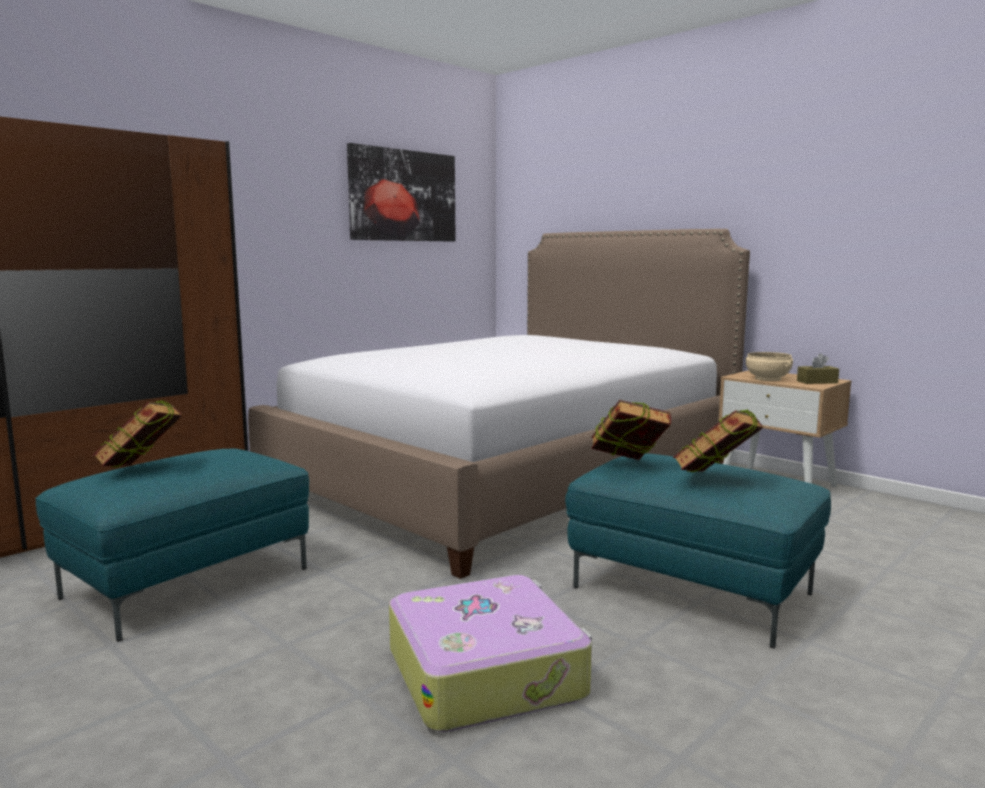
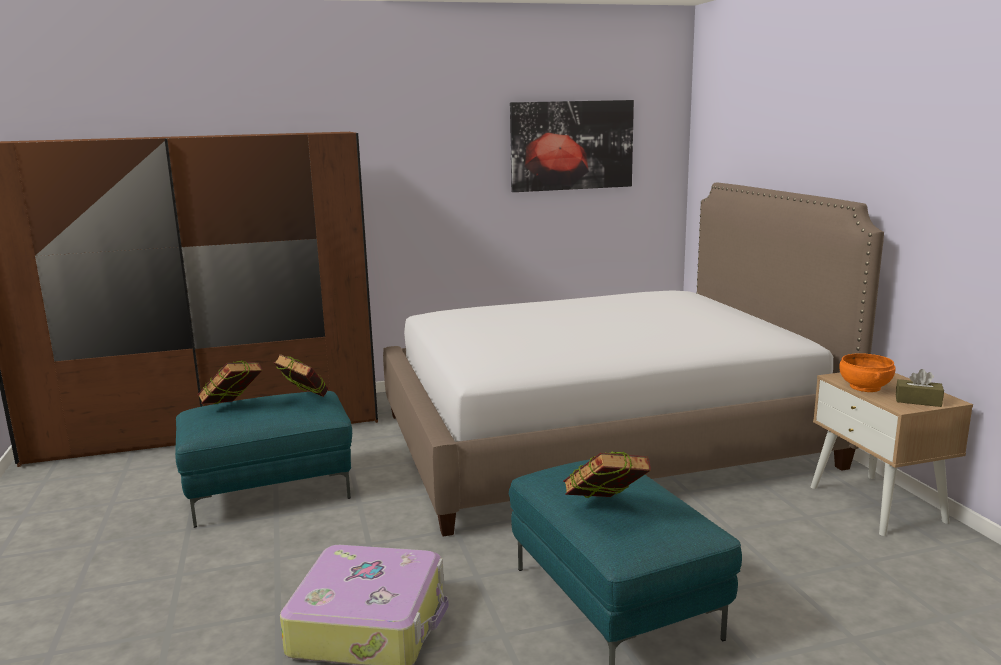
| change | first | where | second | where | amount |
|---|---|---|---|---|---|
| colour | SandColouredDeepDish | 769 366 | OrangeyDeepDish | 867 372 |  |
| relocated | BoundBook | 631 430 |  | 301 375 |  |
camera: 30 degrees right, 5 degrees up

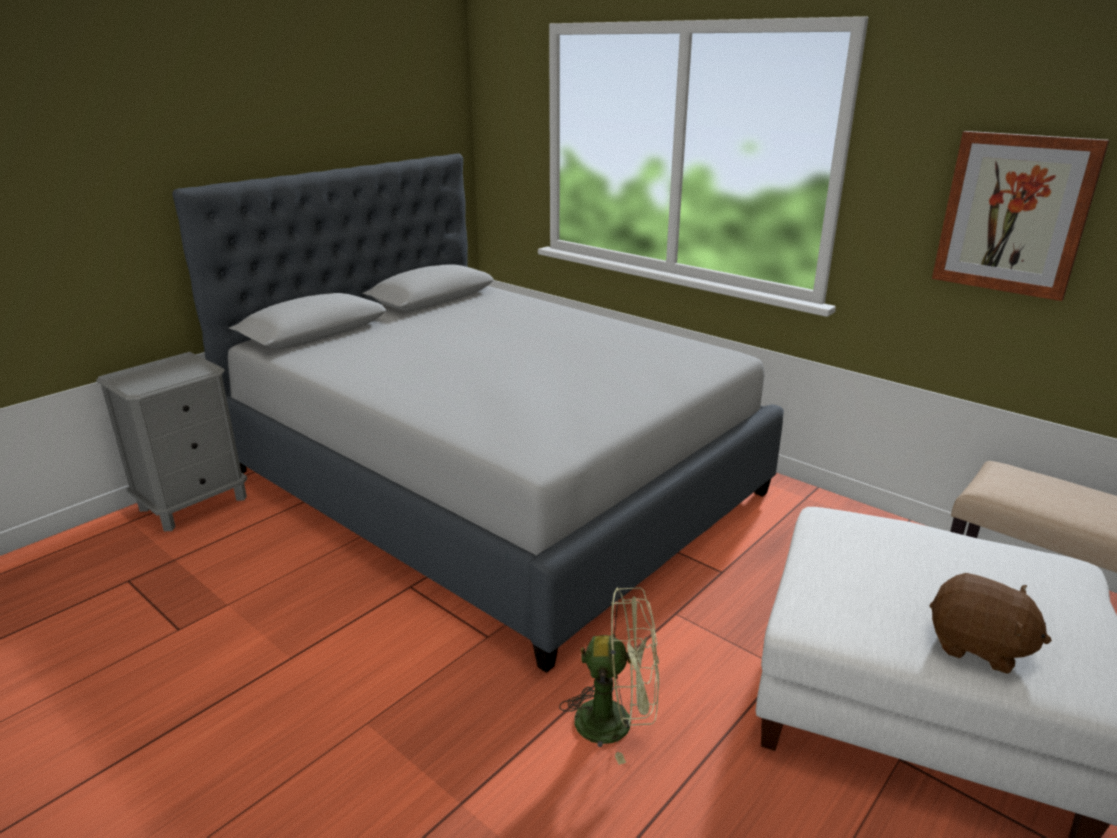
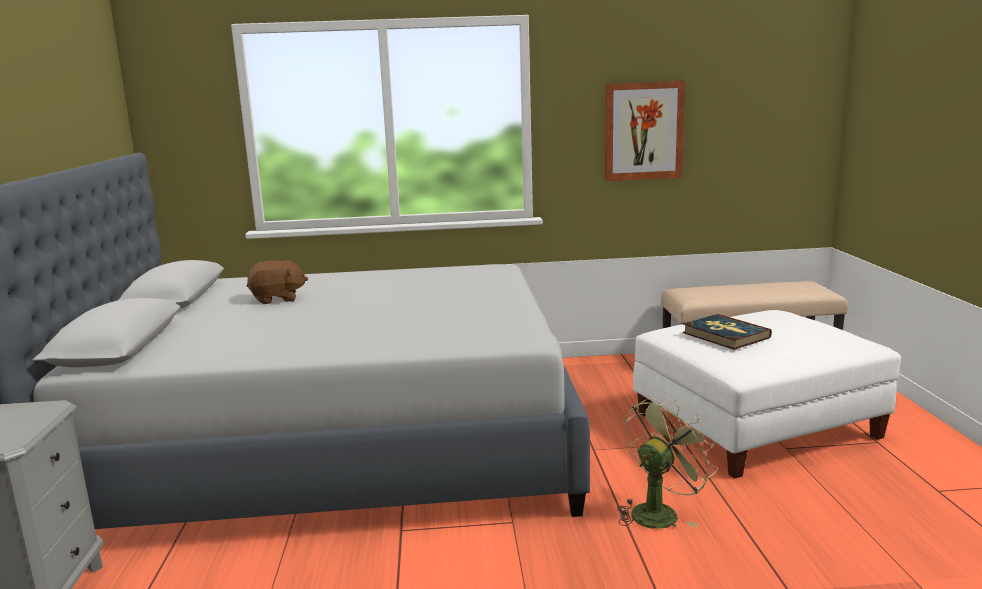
| change | first | where | second | where | amount |
|---|---|---|---|---|---|
| relocated | BrownColouredSoftToy | 991 623 |  | 277 282 |  |
| appeared |  |  | BoundBook | 727 332 |  |
camera: 45 degrees left, 10 degrees down

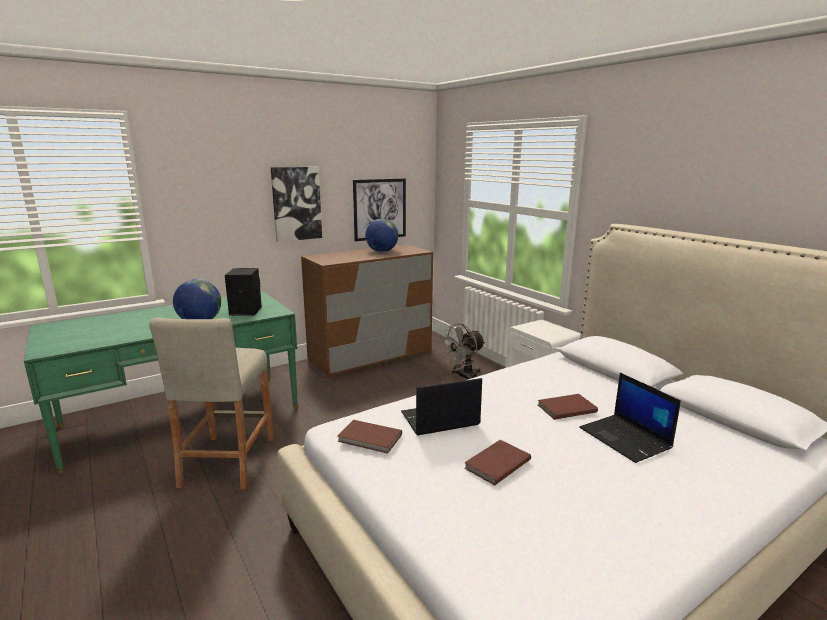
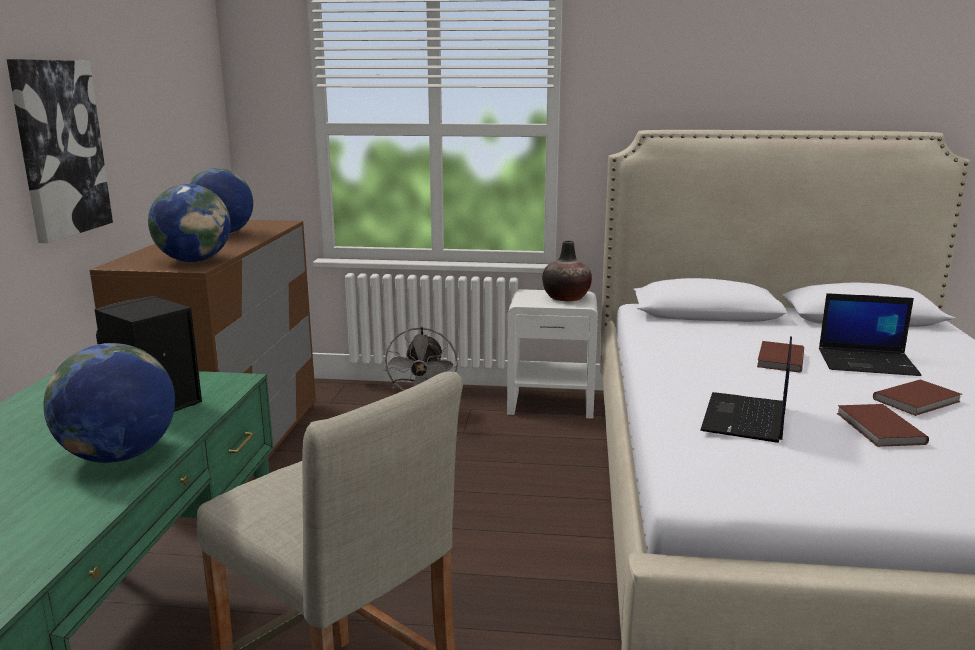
| change | first | where | second | where | amount |
|---|---|---|---|---|---|
| missing | WallPicture | 379 209 |  |  |  |
| relocated | BrownColouredBoundBook | 369 437 |  | 917 397 |  |
| appeared |  |  | WorldGlobe | 189 223 |  |
| appeared |  |  | Vase | 567 271 |  |
camera: 50 degrees left, 0 degrees up

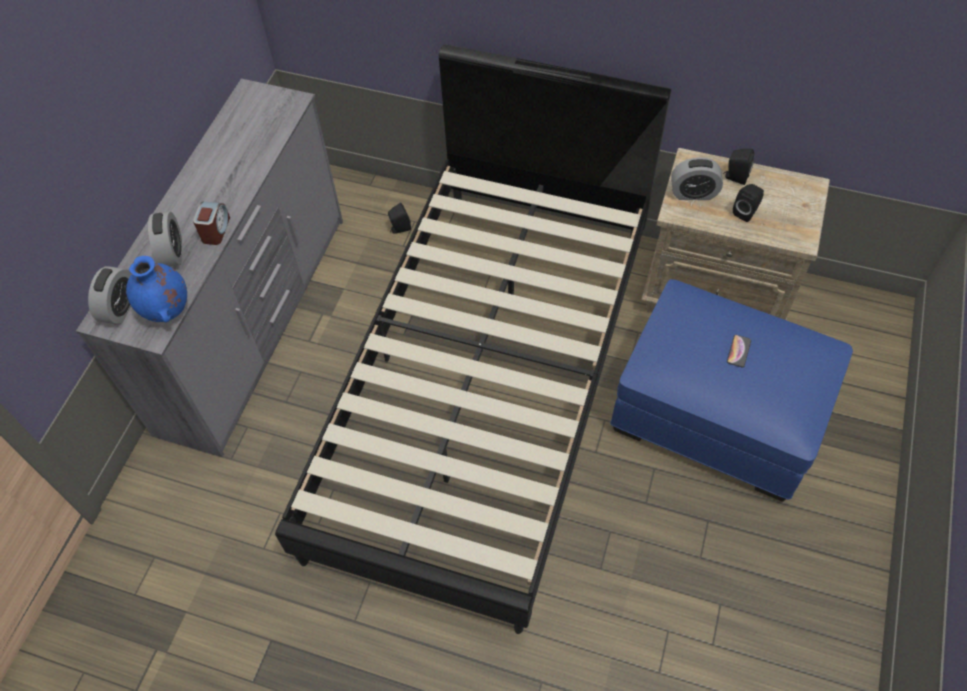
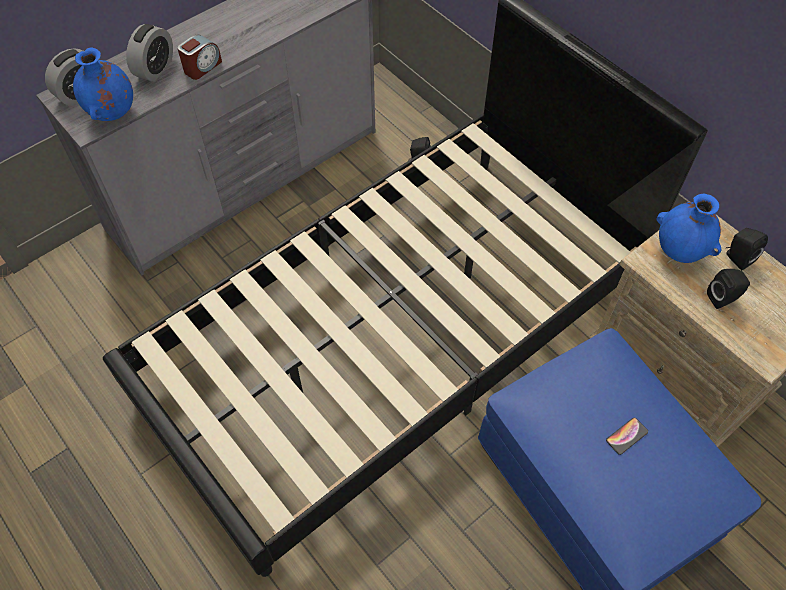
| change | first | where | second | where | amount |
|---|---|---|---|---|---|
| exchanged | TableClock | 697 178 | BlueVase | 689 228 |  |
camera: 30 degrees right, 0 degrees up

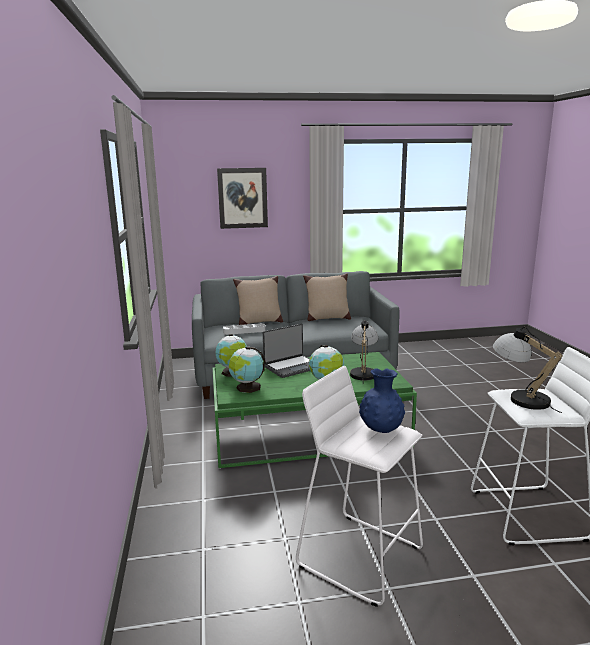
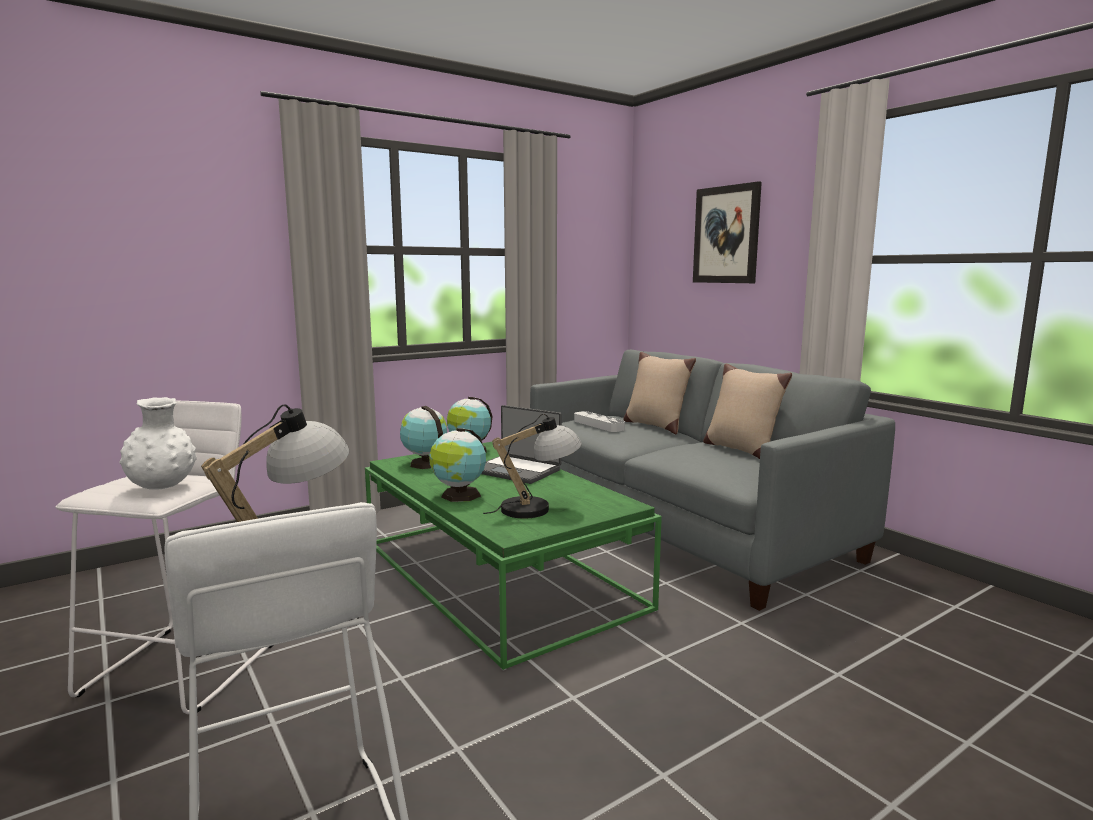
| change | first | where | second | where | amount |
|---|---|---|---|---|---|
| colour | BlueVase | 382 400 | WhiteVase | 158 443 |  |
camera: 65 degrees right, 5 degrees down

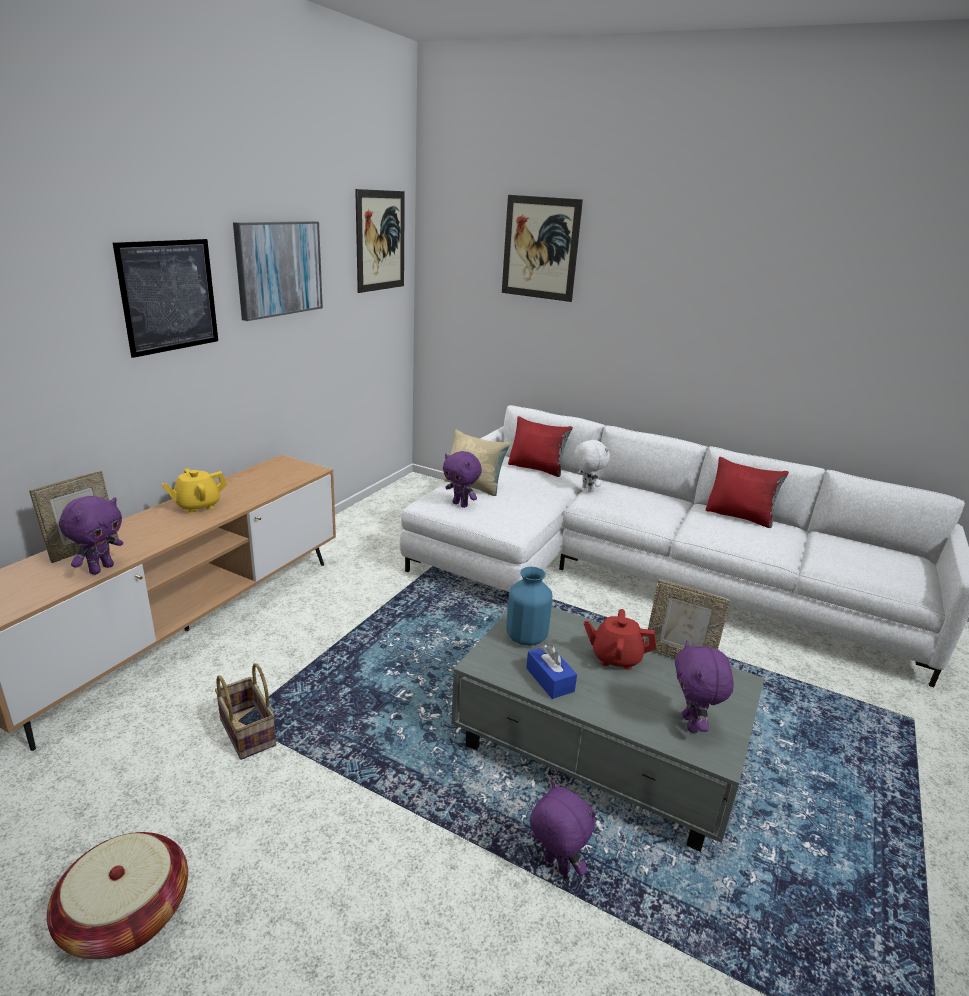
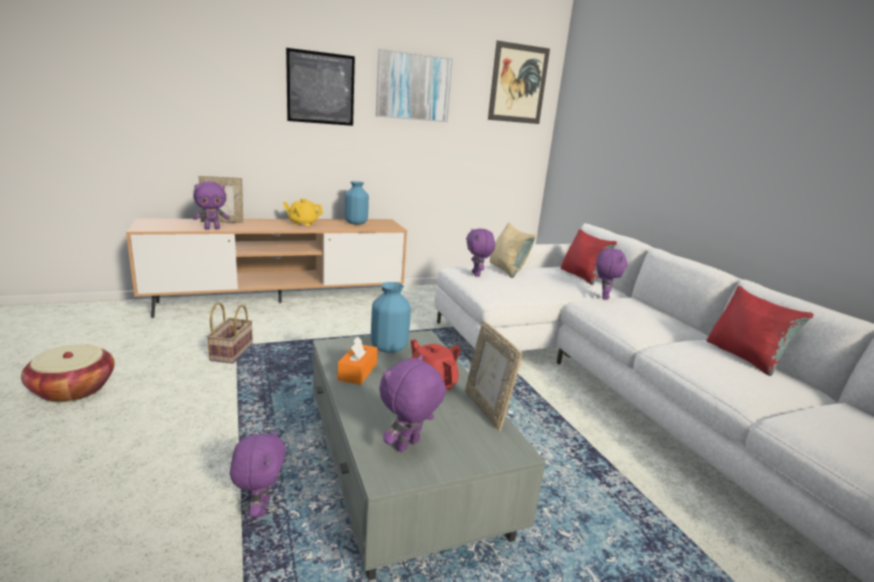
| change | first | where | second | where | amount |
|---|---|---|---|---|---|
| missing | WallPicture | 542 248 |  |  |  |
| colour | WhiteSoftToy | 592 465 | PurpleSoftToy | 612 274 |  |
| colour | BlueTissueBox | 551 672 | OrangeyTissueBox | 357 360 |  |
| appeared |  |  | BlueVase | 357 203 |  |
camera: 40 degrees right, 5 degrees down

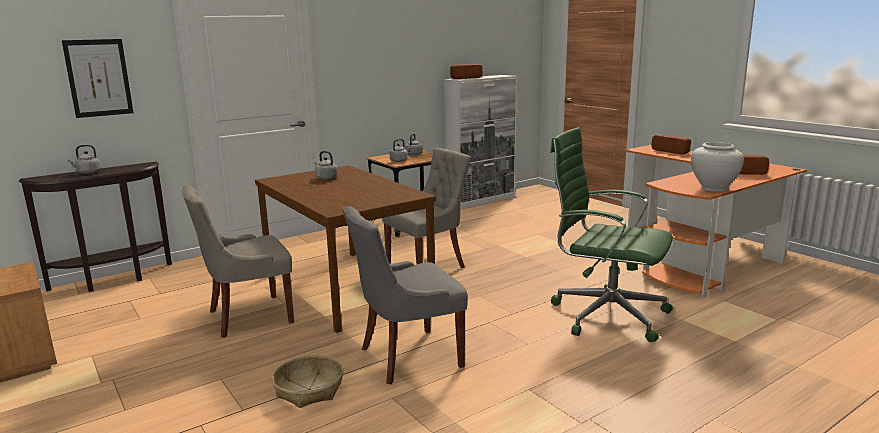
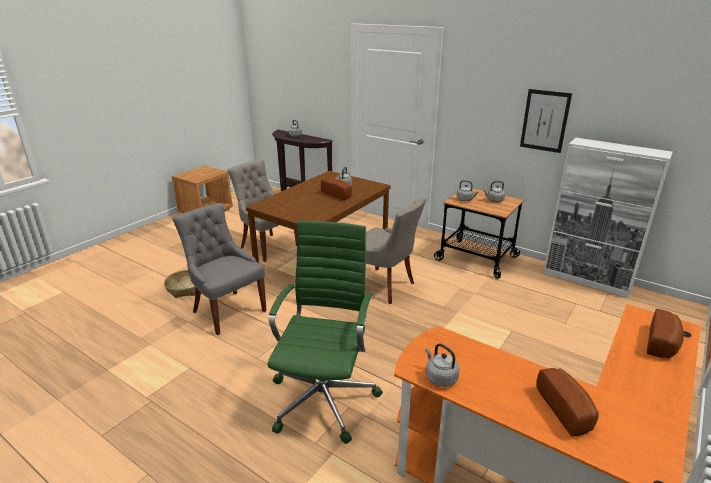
| change | first | where | second | where | amount |
|---|---|---|---|---|---|
| relocated | WallPicture | 98 78 |  | 546 121 |  |
| relocated | Bread | 466 71 |  | 336 189 |  |
| exchanged | WhiteVase | 717 167 | GrayWaterKettle | 442 365 |  |
camera: 70 degrees right, 10 degrees up

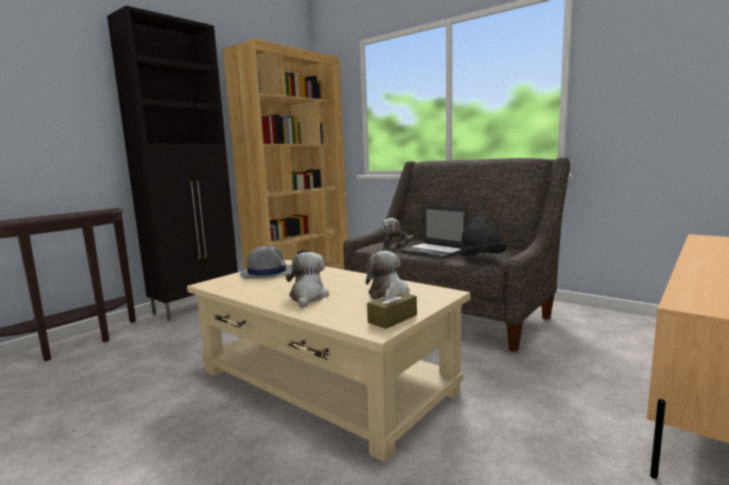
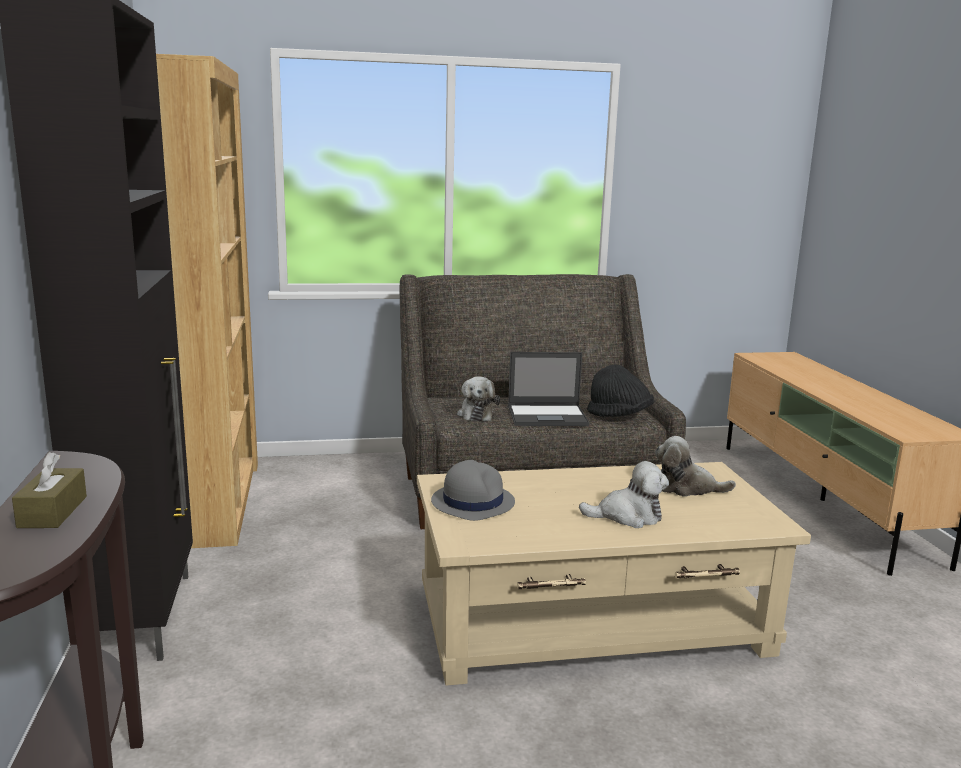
| change | first | where | second | where | amount |
|---|---|---|---|---|---|
| spun | SoftToy | 307 280 |  | 624 494 | 135 degrees clockwise |
| relocated | BrownColouredTissueBox | 392 304 |  | 49 490 |  |
camera: 50 degrees left, 5 degrees up

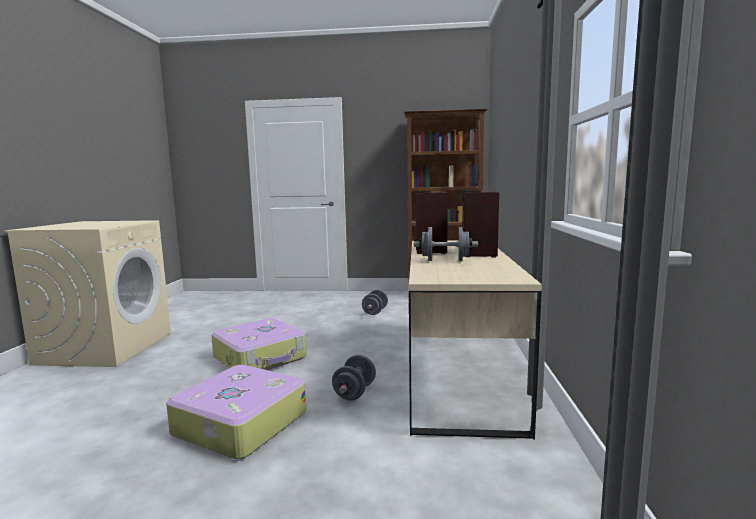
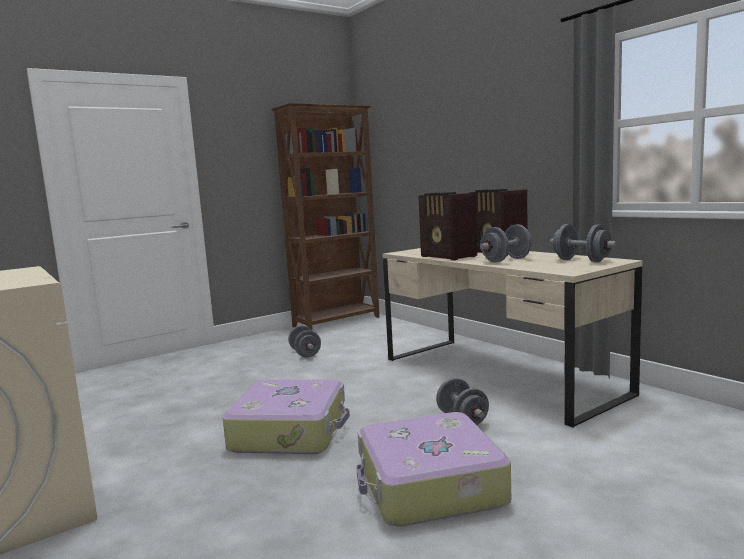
| change | first | where | second | where | amount |
|---|---|---|---|---|---|
| appeared |  |  | GrayDumbbell | 583 243 |  |
camera: 40 degrees left, 0 degrees up

